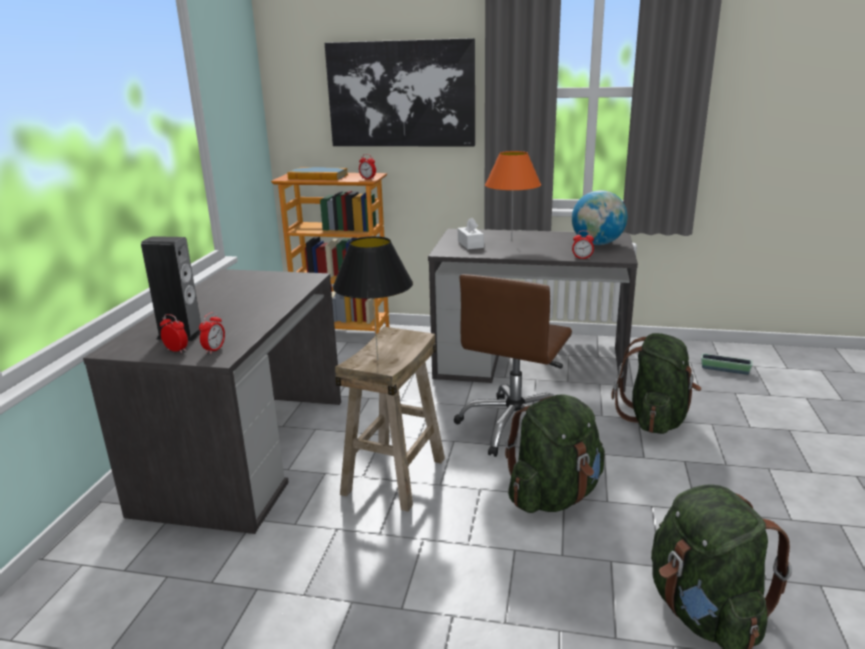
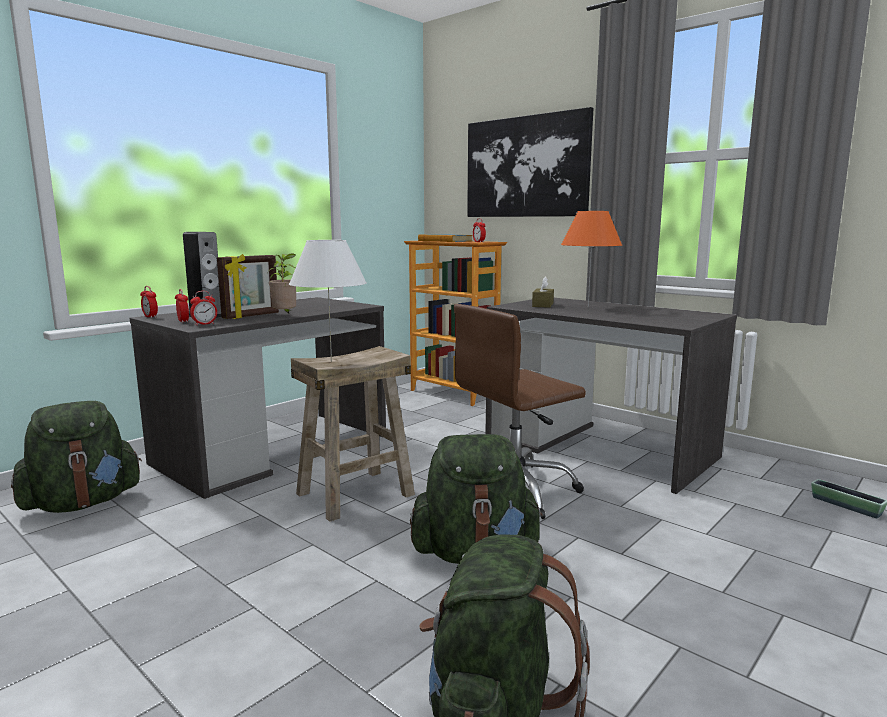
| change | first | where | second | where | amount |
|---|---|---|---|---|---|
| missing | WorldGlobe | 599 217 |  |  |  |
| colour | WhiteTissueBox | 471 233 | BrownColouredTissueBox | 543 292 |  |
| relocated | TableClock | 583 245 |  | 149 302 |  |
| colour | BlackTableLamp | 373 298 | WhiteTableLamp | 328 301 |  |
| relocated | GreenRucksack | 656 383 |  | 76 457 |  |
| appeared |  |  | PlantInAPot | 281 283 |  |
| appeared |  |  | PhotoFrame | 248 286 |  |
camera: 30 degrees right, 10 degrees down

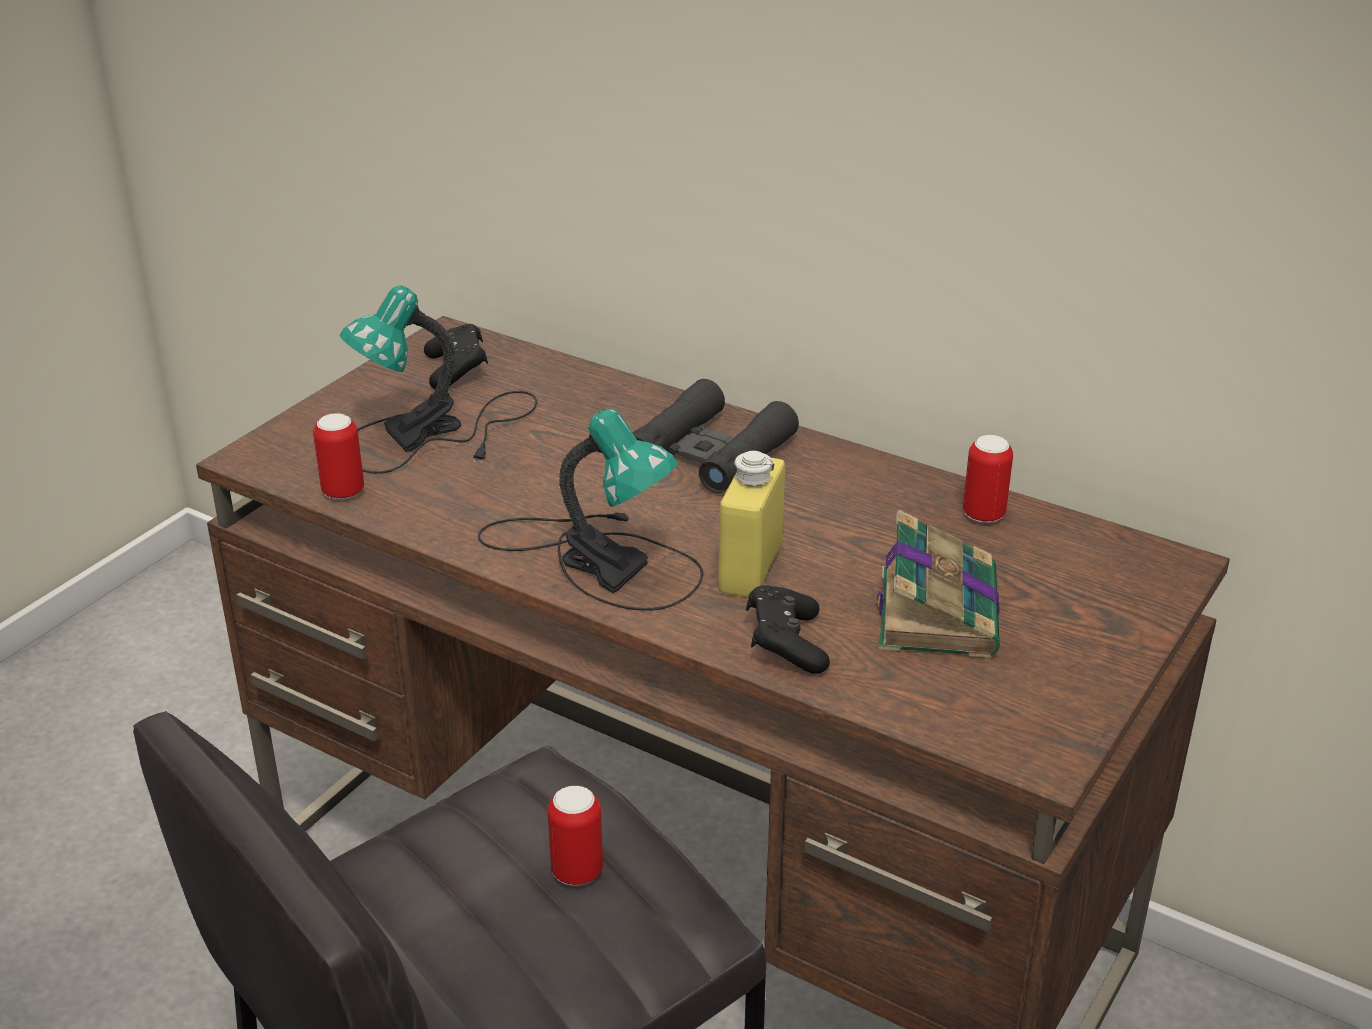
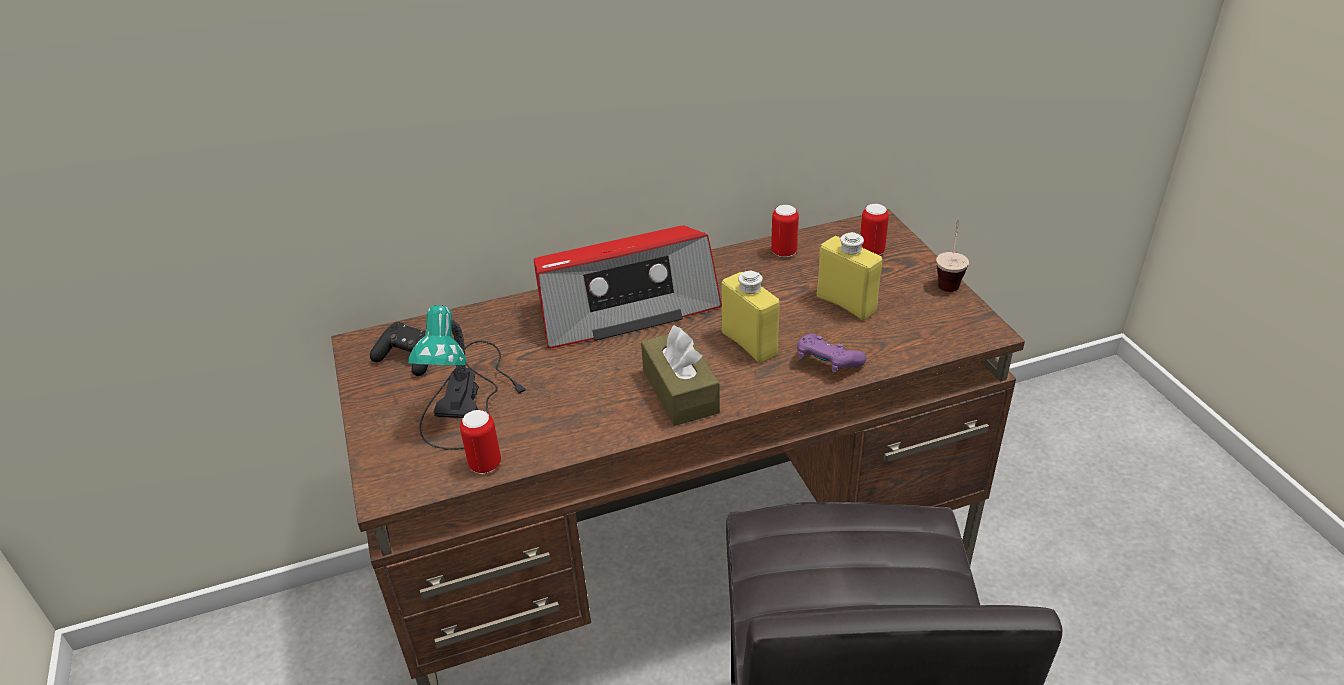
| change | first | where | second | where | amount |
|---|---|---|---|---|---|
| exchanged | BlackBinoculars | 715 436 | RadioReceiver | 627 287 |  |
| exchanged | TableLamp | 590 509 | BrownColouredTissueBox | 680 375 |  |
| exchanged | BoundBook | 938 584 | YellowColouredDrinkBottle | 849 276 |  |
| colour | BlackGamepad | 788 629 | PurpleGamepad | 831 352 |  |
| relocated | SealedCan | 575 835 |  | 874 229 |  |
| appeared |  |  | Cup | 952 256 |  |
camera: 50 degrees left, 5 degrees up

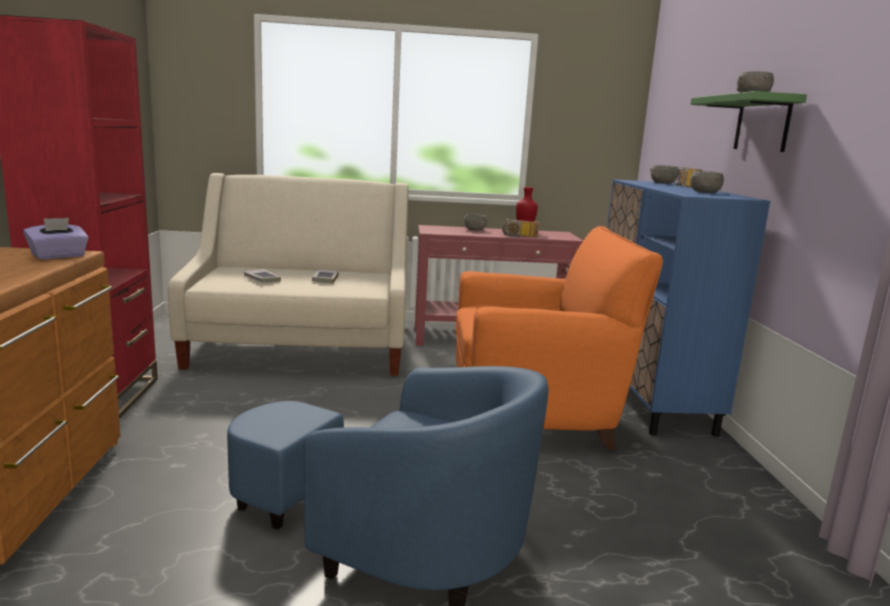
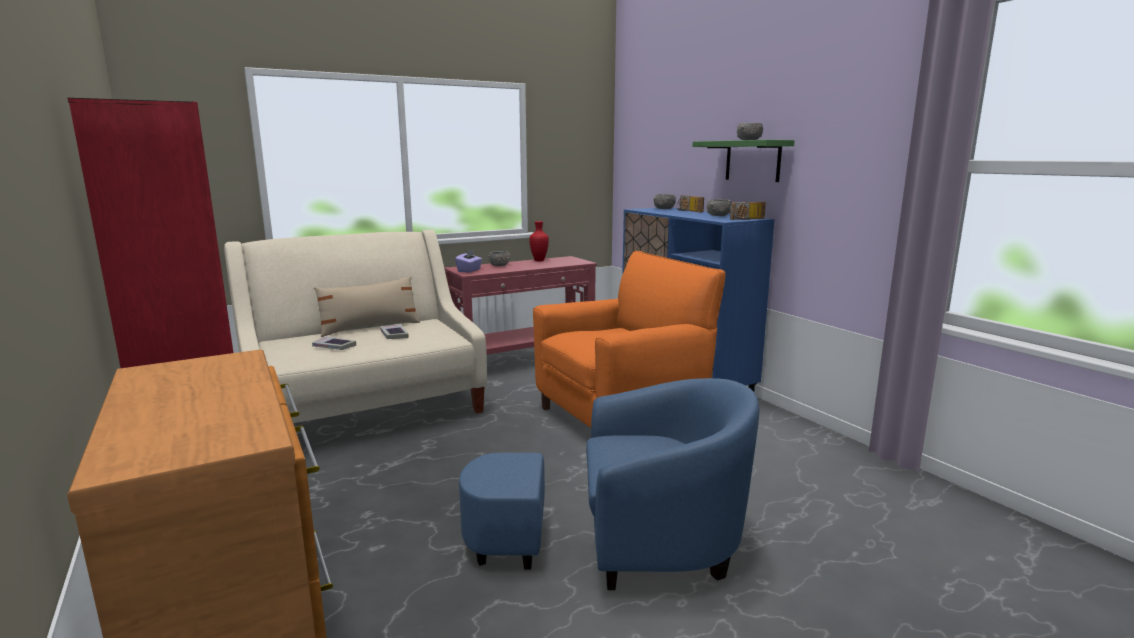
| change | first | where | second | where | amount |
|---|---|---|---|---|---|
| relocated | PurpleTissueBox | 56 238 |  | 468 261 |  |
| relocated | RadioReceiver | 520 228 |  | 748 211 |  |
| appeared |  |  | SandColouredCushion | 367 306 |  |
camera: 25 degrees left, 0 degrees up

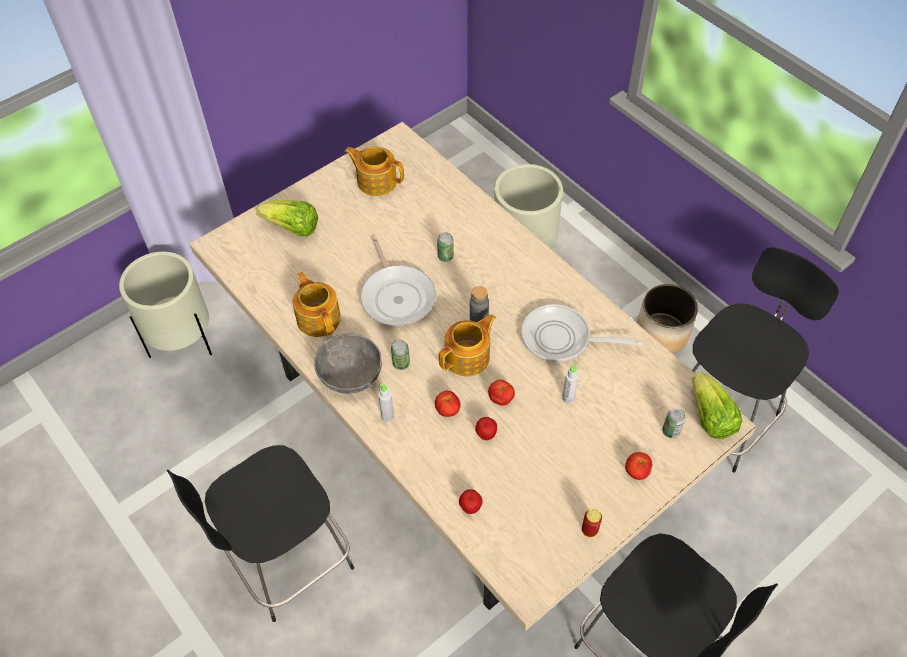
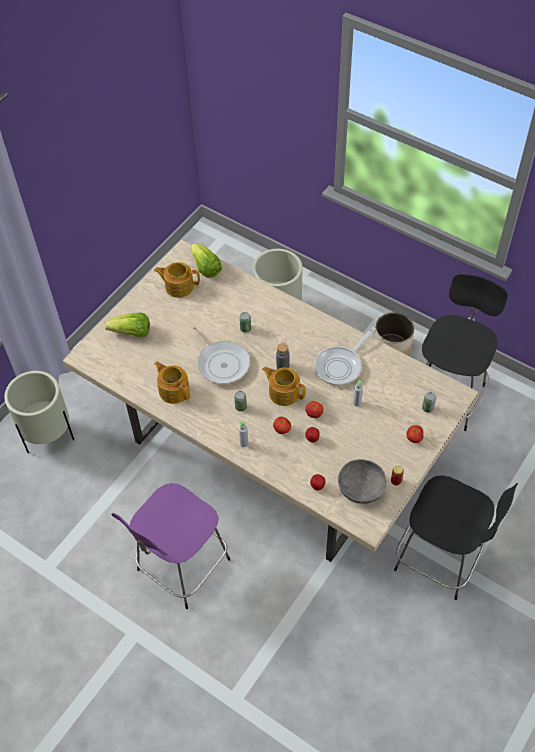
| change | first | where | second | where | amount |
|---|---|---|---|---|---|
| spun | Skillet | 582 333 |  | 345 356 | 45 degrees counterclockwise |
| spun | PotForTea | 467 345 |  | 284 386 | 90 degrees counterclockwise |
| relocated | GrayDeepDish | 348 364 |  | 362 481 |  |
| relocated | LettuceHead | 717 405 |  | 206 260 |  |
| colour | BlackStoolSeat | 260 533 | PurpleStoolSeat | 171 546 |  |
camera: 15 degrees left, 0 degrees up

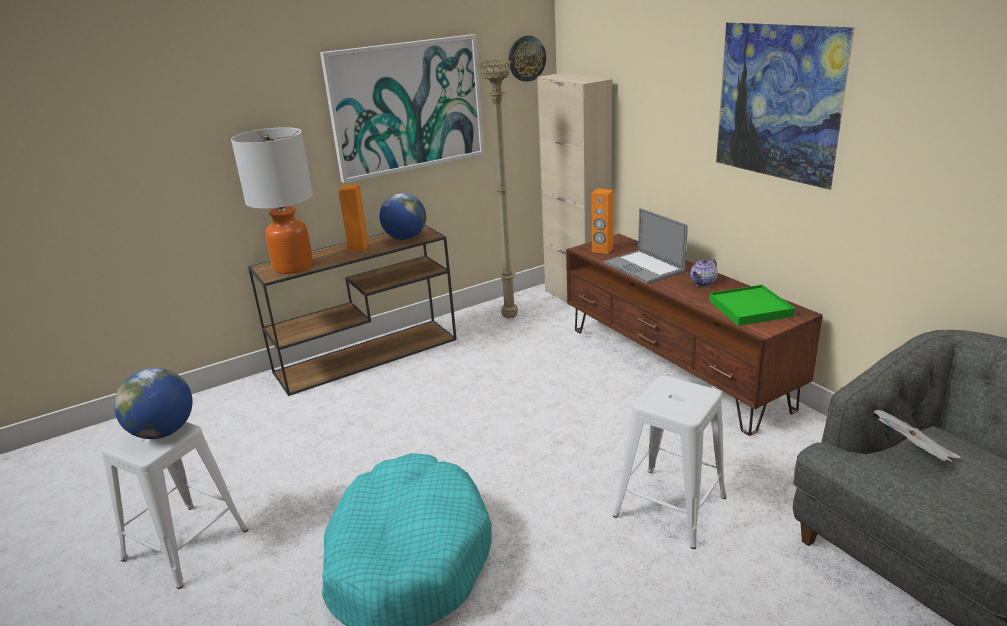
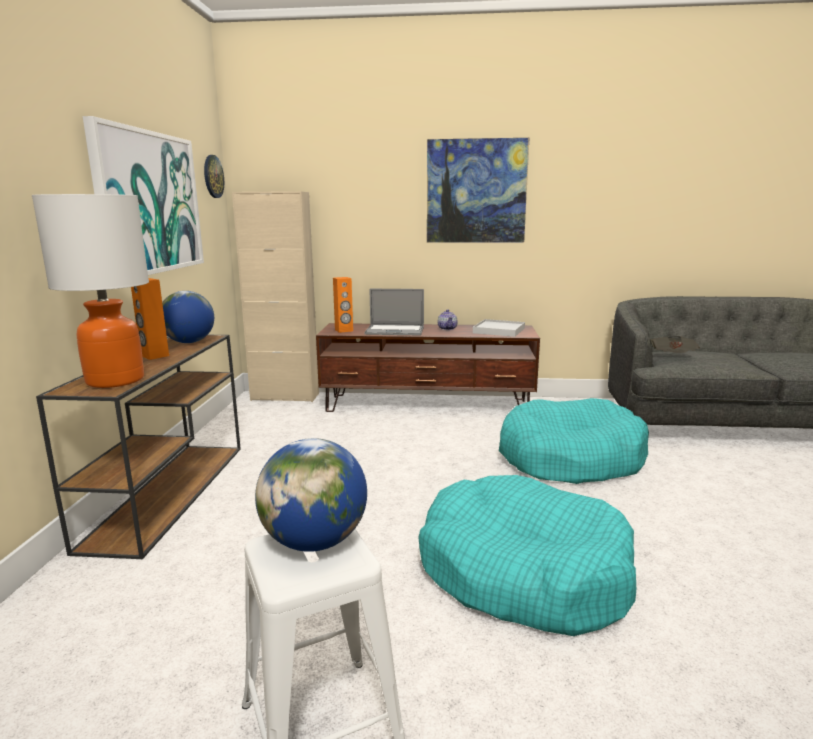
| change | first | where | second | where | amount |
|---|---|---|---|---|---|
| missing | SandColouredStandardLamp | 498 189 |  |  |  |
| colour | GreenTray | 752 305 | WhiteTray | 499 328 |  |
| exchanged | WhiteStoolSeat | 670 462 | BlueGreenDogBed | 574 441 |  |
camera: 55 degrees left, 10 degrees down

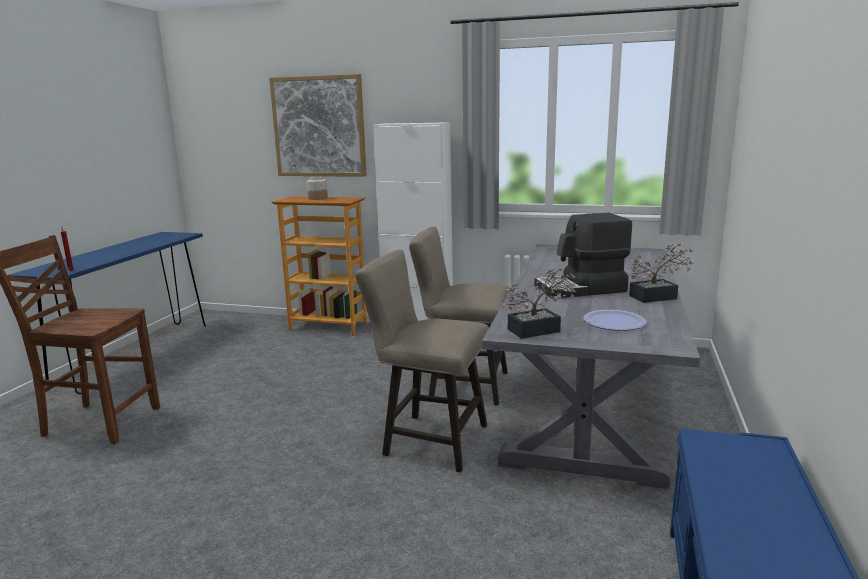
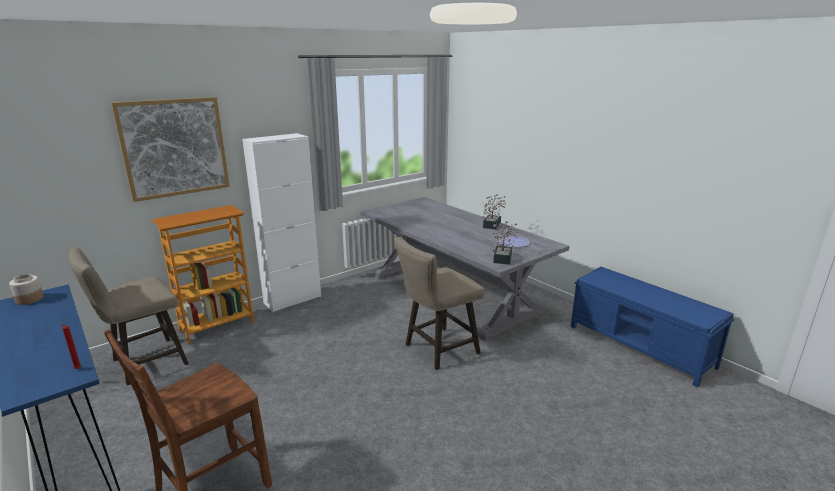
| change | first | where | second | where | amount |
|---|---|---|---|---|---|
| relocated | Jar | 317 188 |  | 26 289 |  |
| missing | CoffeeMachine | 583 256 |  |  |  |
| relocated | SandColouredStoolSeat | 459 316 |  | 129 316 |  |
camera: 55 degrees left, 5 degrees up

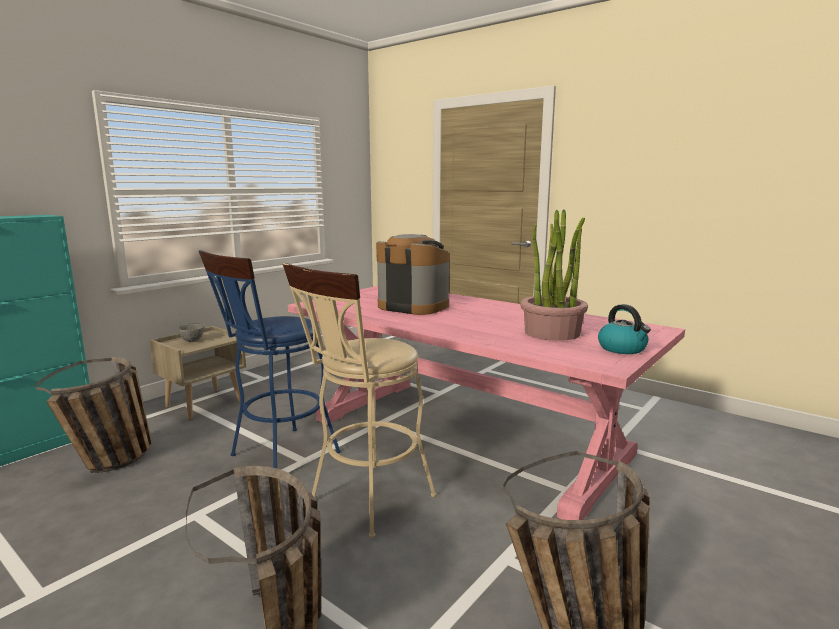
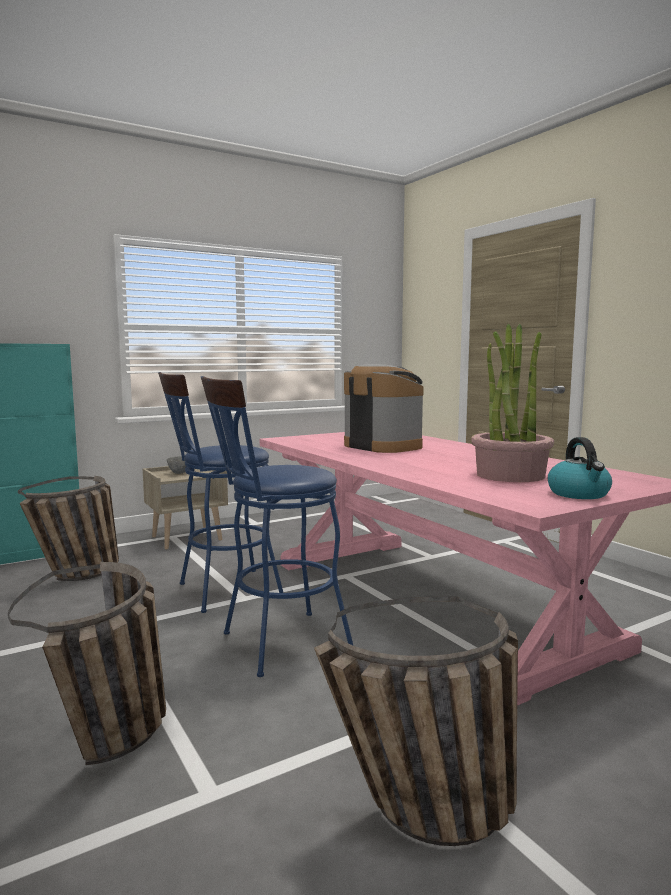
| change | first | where | second | where | amount |
|---|---|---|---|---|---|
| colour | SandColouredStoolSeat | 359 400 | BlueStoolSeat | 277 526 |  |
camera: 20 degrees right, 5 degrees down

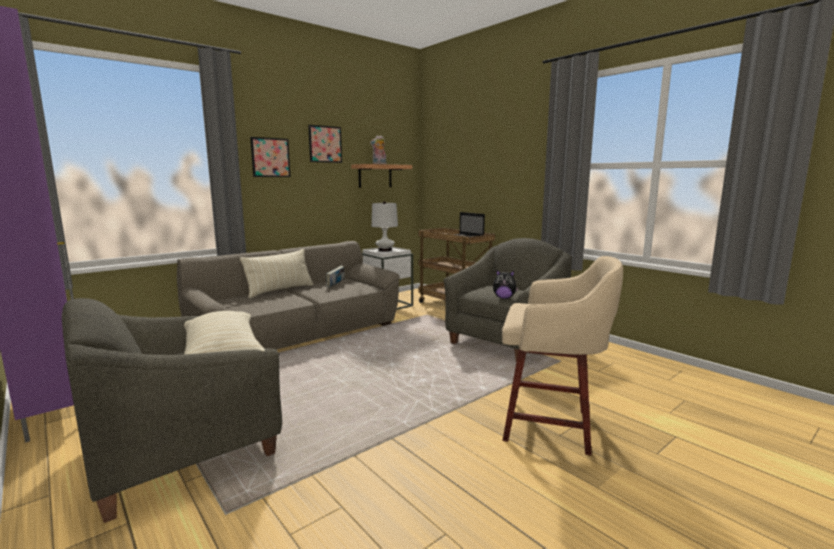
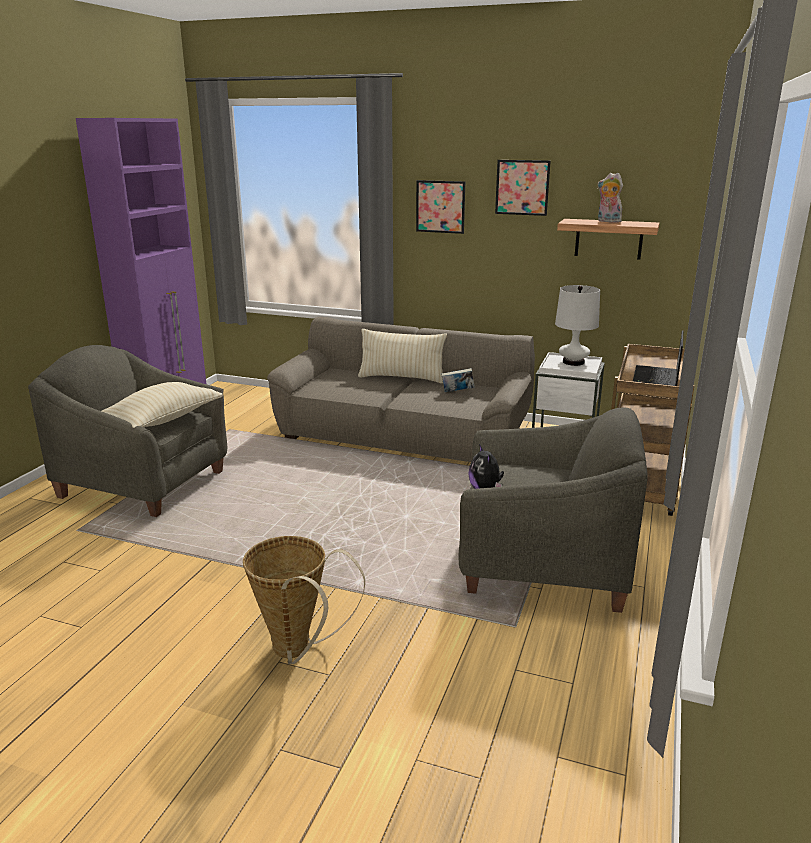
| change | first | where | second | where | amount |
|---|---|---|---|---|---|
| exchanged | SandColouredStoolSeat | 562 355 | Basket | 304 600 |  |
camera: 60 degrees right, 10 degrees up

